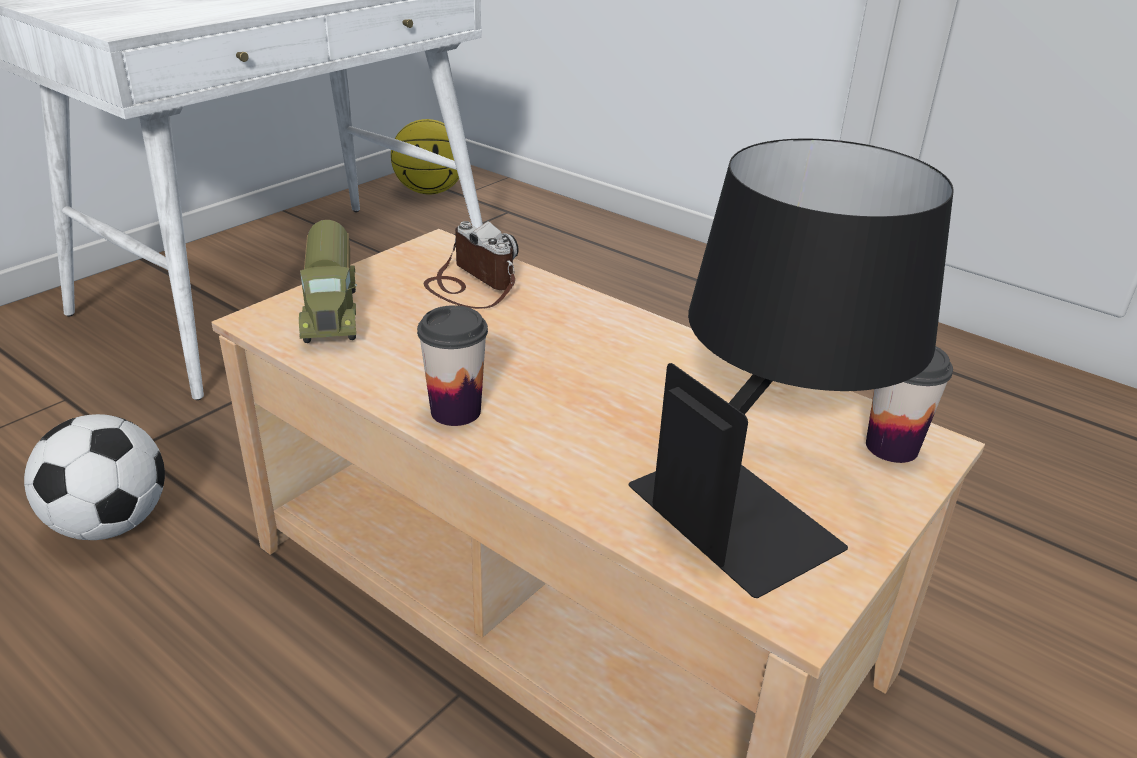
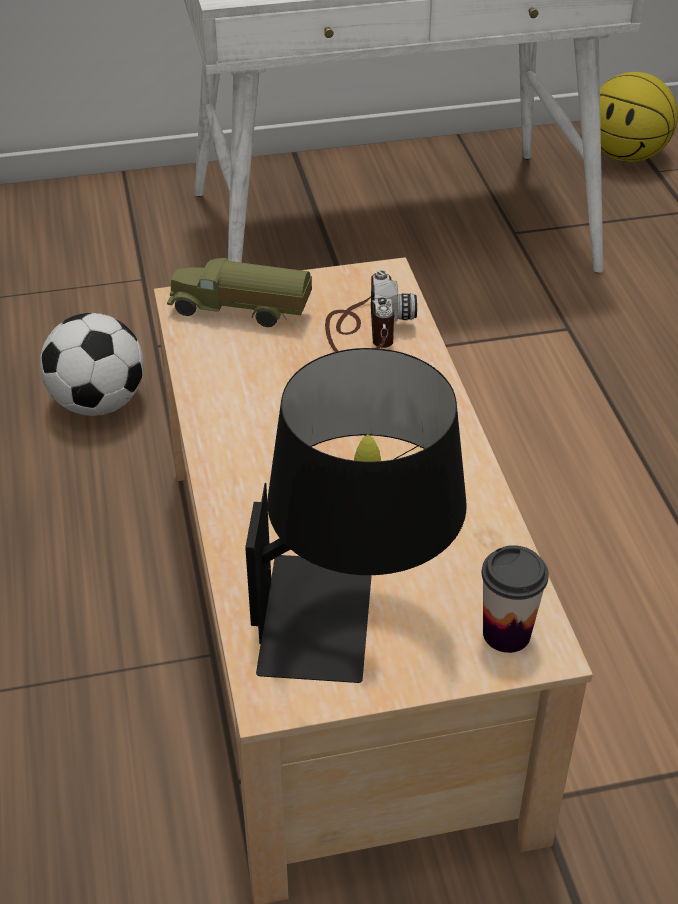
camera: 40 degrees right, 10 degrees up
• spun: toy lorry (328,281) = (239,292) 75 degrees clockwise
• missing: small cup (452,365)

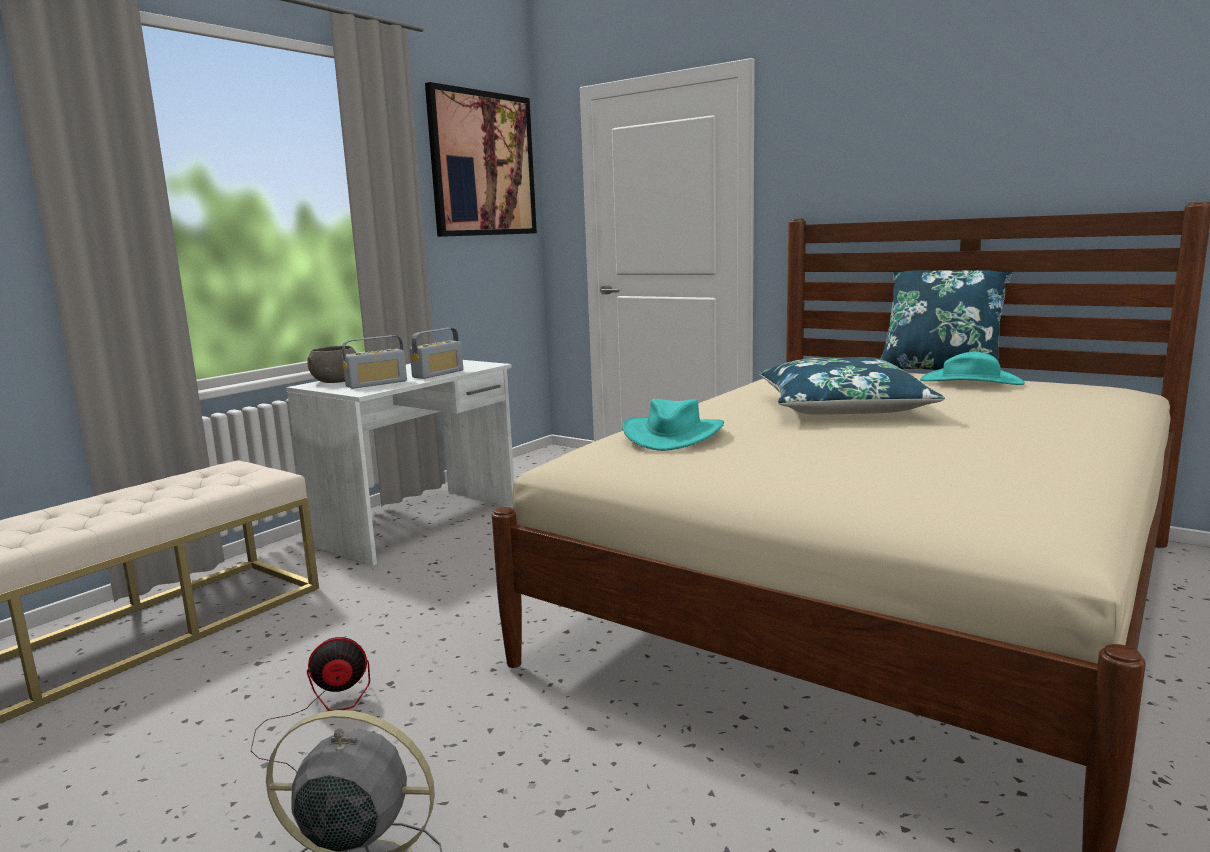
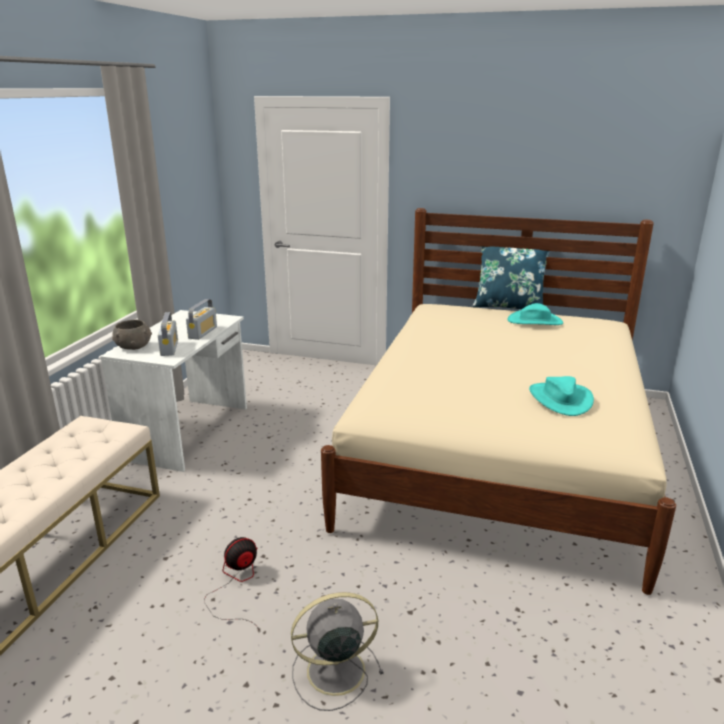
camera: 20 degrees left, 10 degrees up
• spun: radio (374,362) = (168,334) 45 degrees counterclockwise
• missing: picture (481,159)
• relocated: clothing hat (blue-green) (673,425) to (561,396)
• missing: throw pillow (bluish) (851,386)

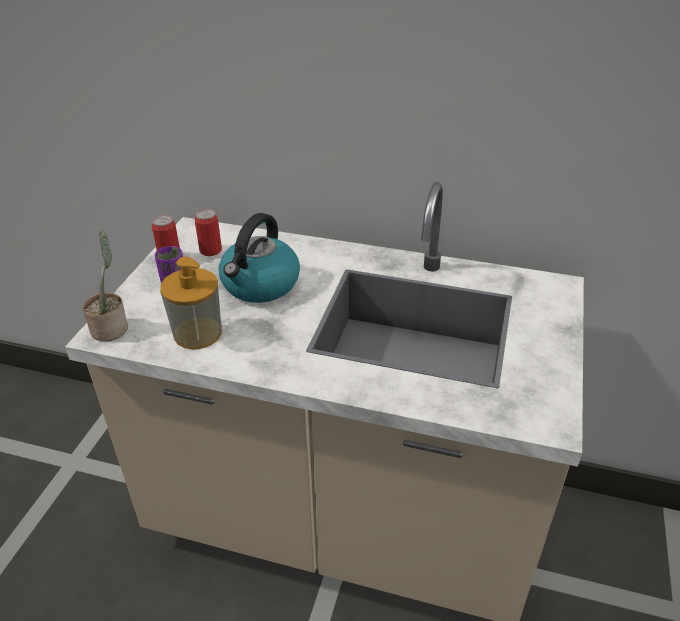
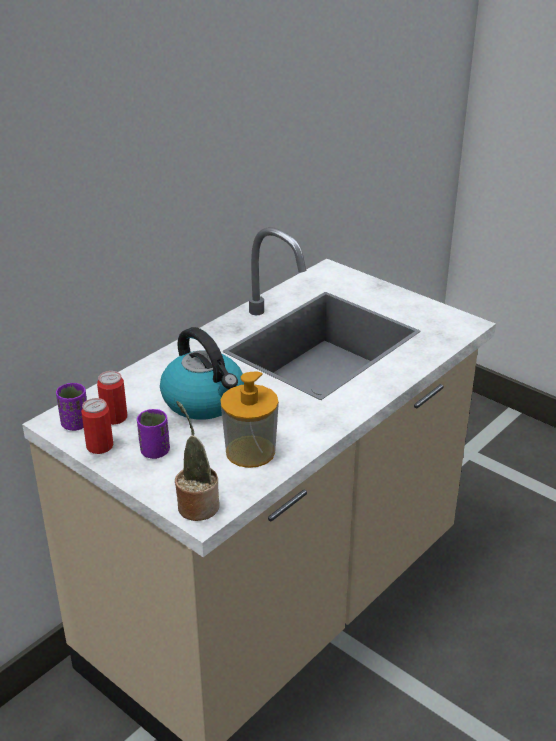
camera: 65 degrees left, 5 degrees down
• appeared: small cup (purple-coloured) (71,407)

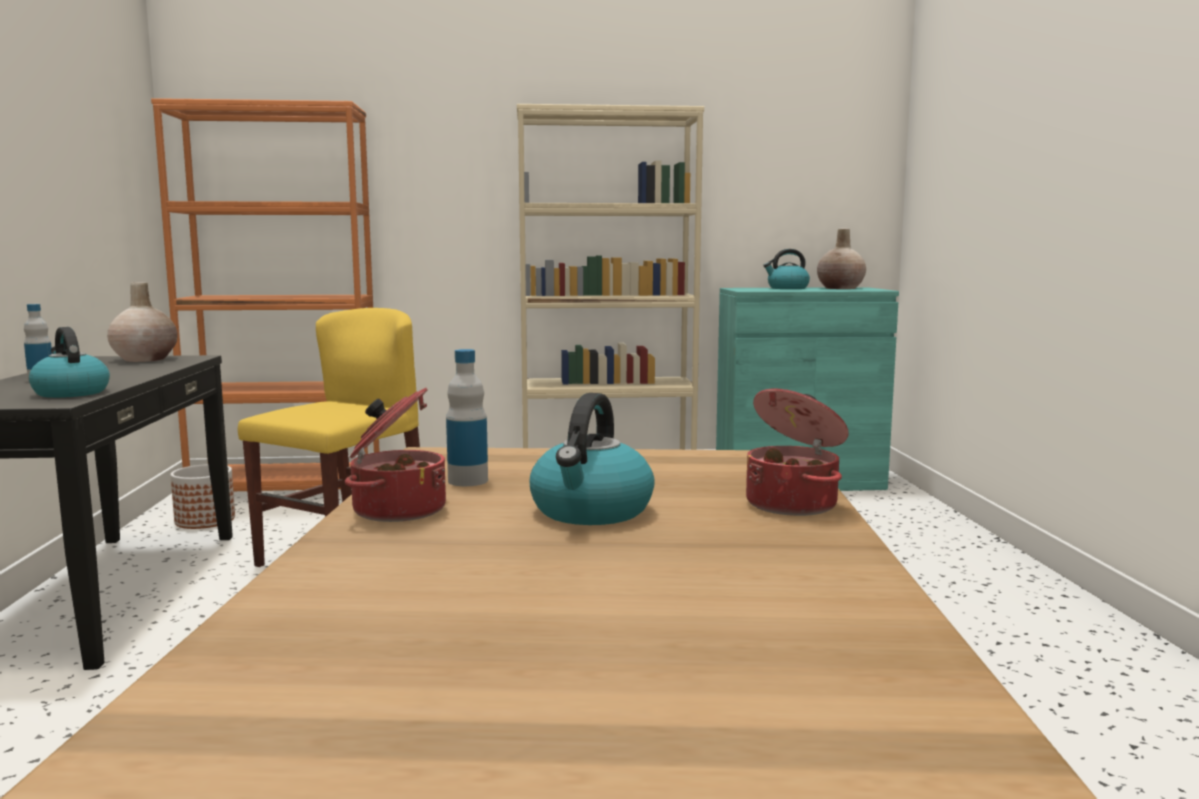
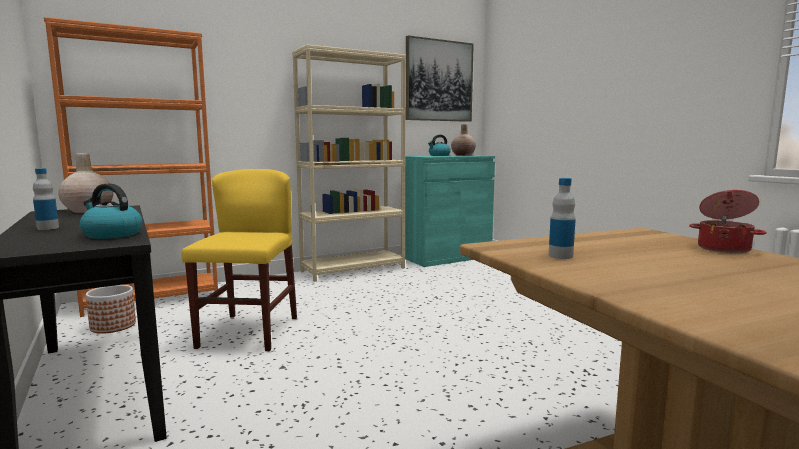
camera: 25 degrees left, 0 degrees up
• missing: stockpot (395,455)
• missing: water kettle (592,459)
• appeared: picture (440,78)

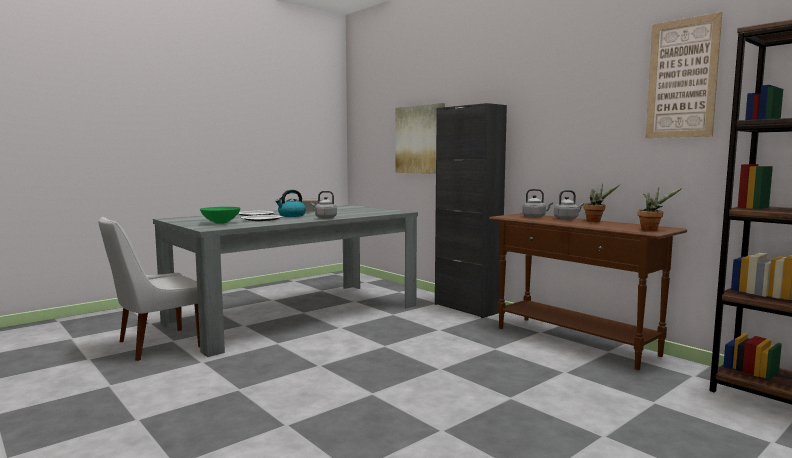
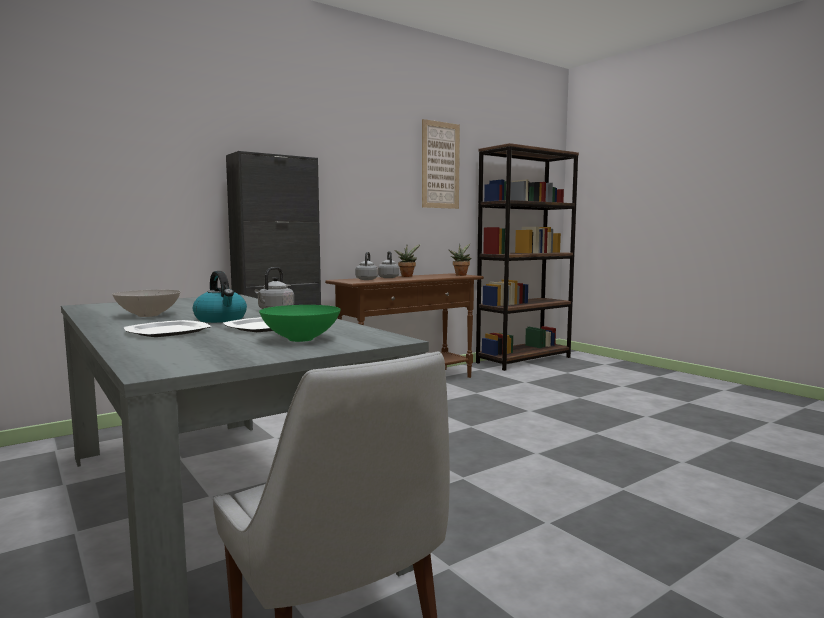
camera: 85 degrees left, 0 degrees up
• missing: picture (420,138)

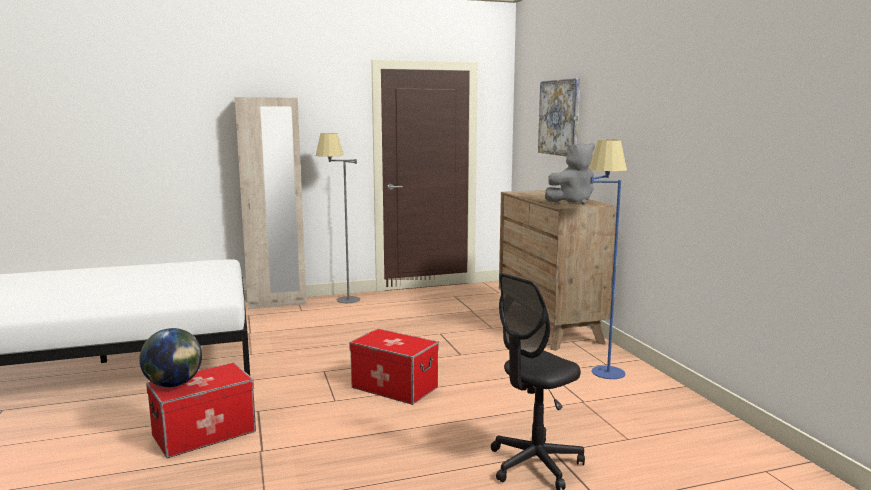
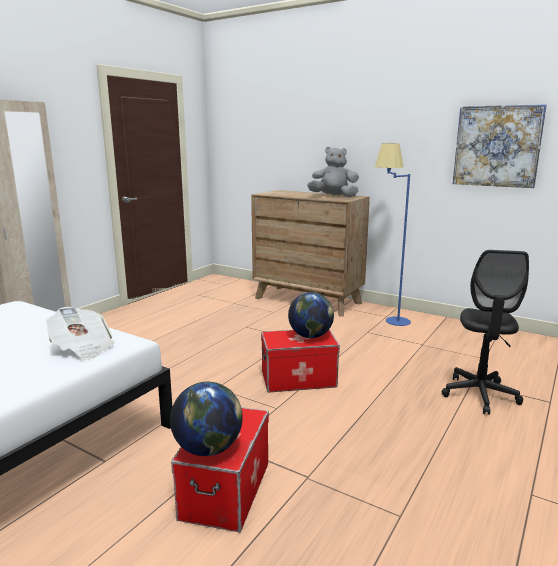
camera: 40 degrees left, 5 degrees up
• missing: floor lamp (grey) (338,218)
• relocated: picture (559,117) to (500,146)
• spun: cuddly toy (grey) (570,173) = (333,172) 105 degrees counterclockwise
• appeared: newspaper (80,333)
• appeared: world globe (311,315)

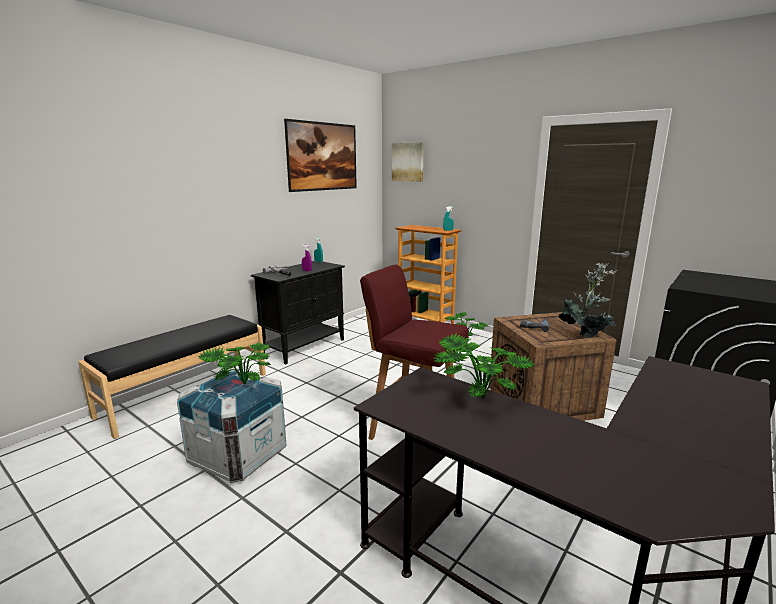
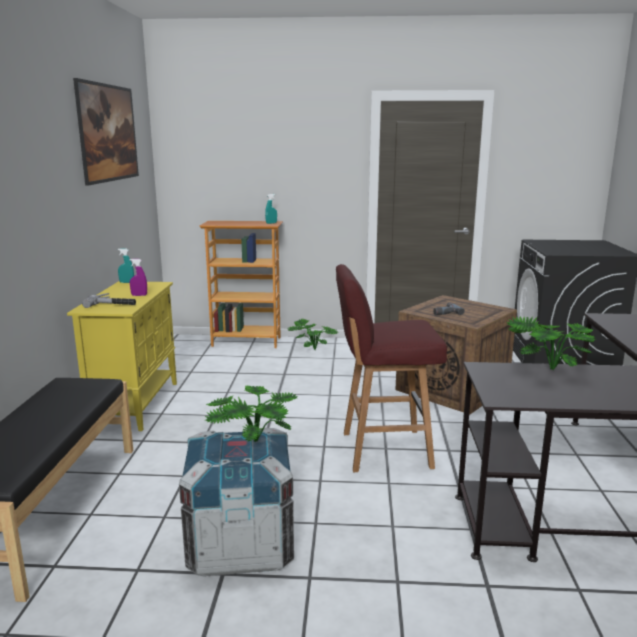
camera: 35 degrees left, 0 degrees up
• colour: storage cabinet (black-coloured) (298,312) to storage cabinet (yellowish) (122,356)
• missing: picture (408,162)
• missing: plant in a pot (588,300)

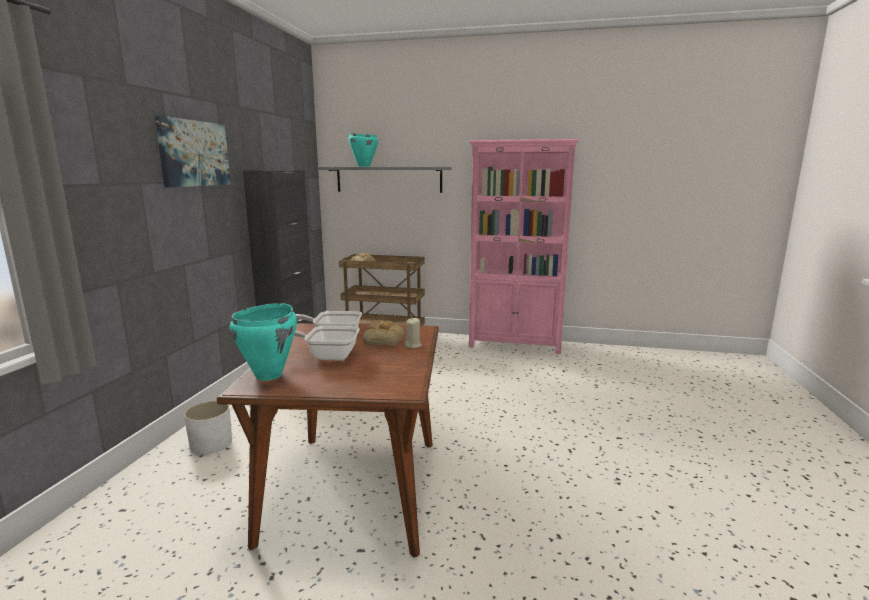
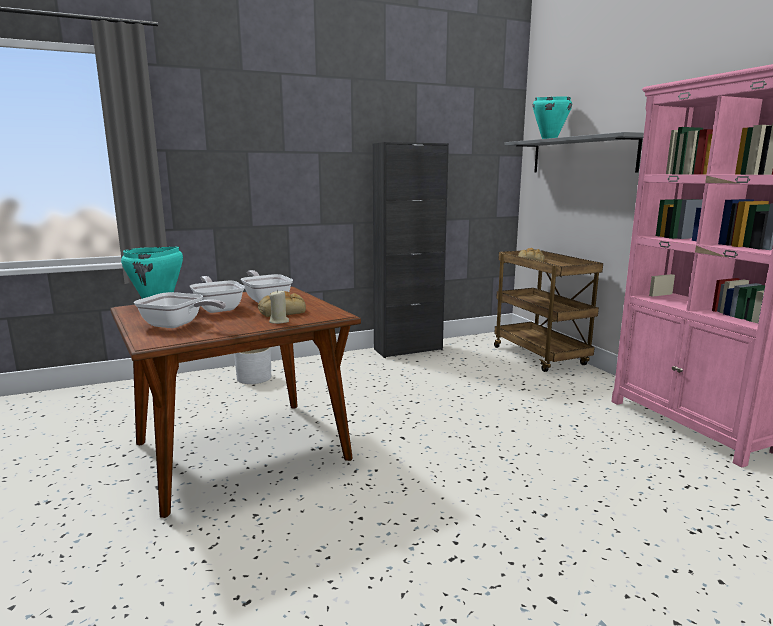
camera: 55 degrees right, 0 degrees up
• missing: picture (193,152)
• appeared: pan (180,310)

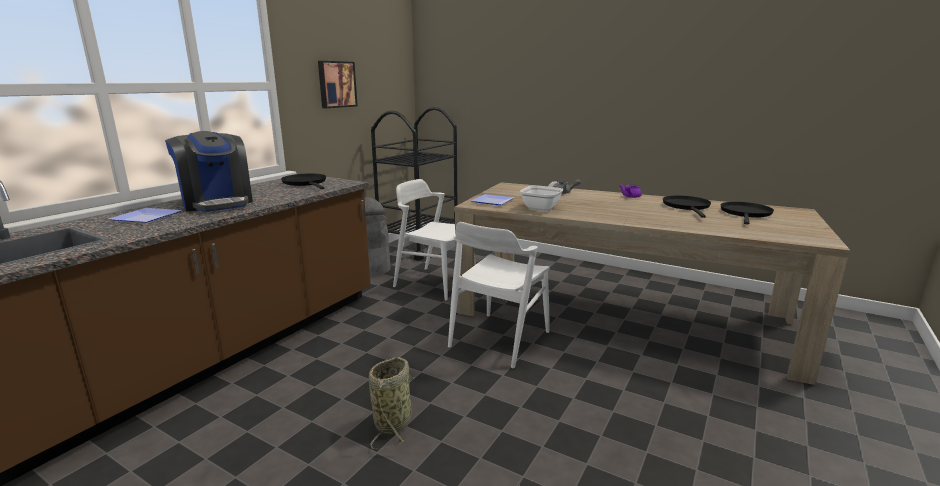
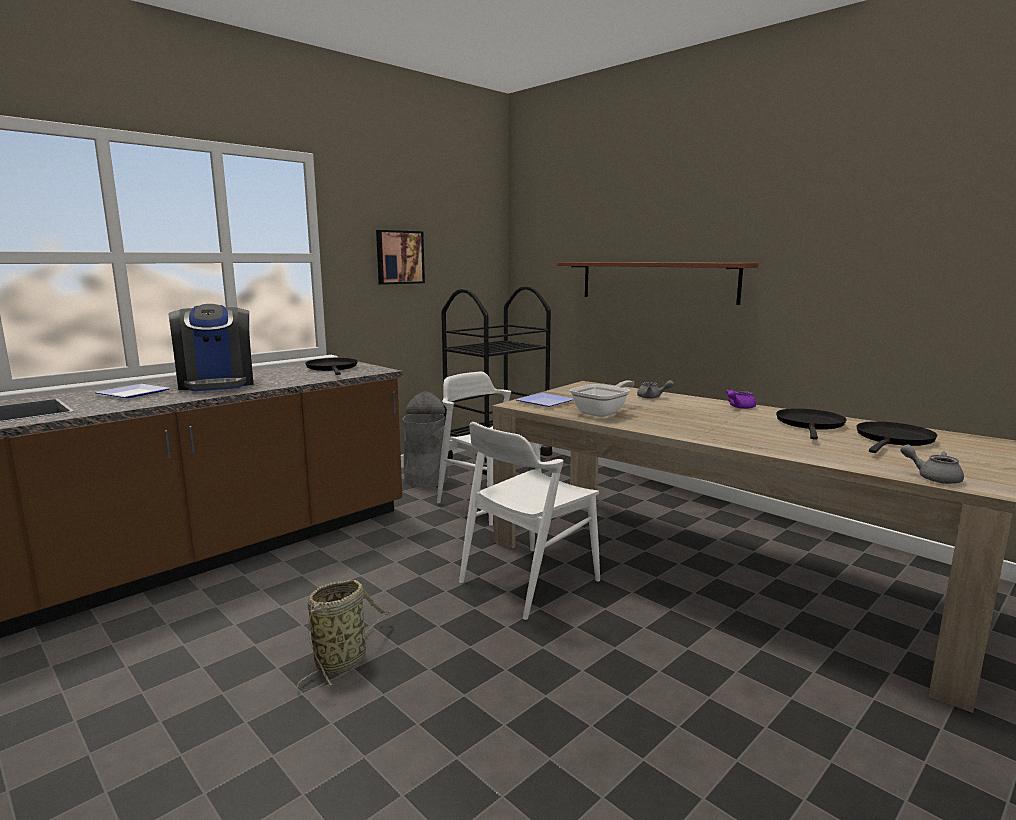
camera: 15 degrees right, 5 degrees down
• appeared: wall shelf (brown) (658,283)
• appeared: pot for tea (grey) (932,464)

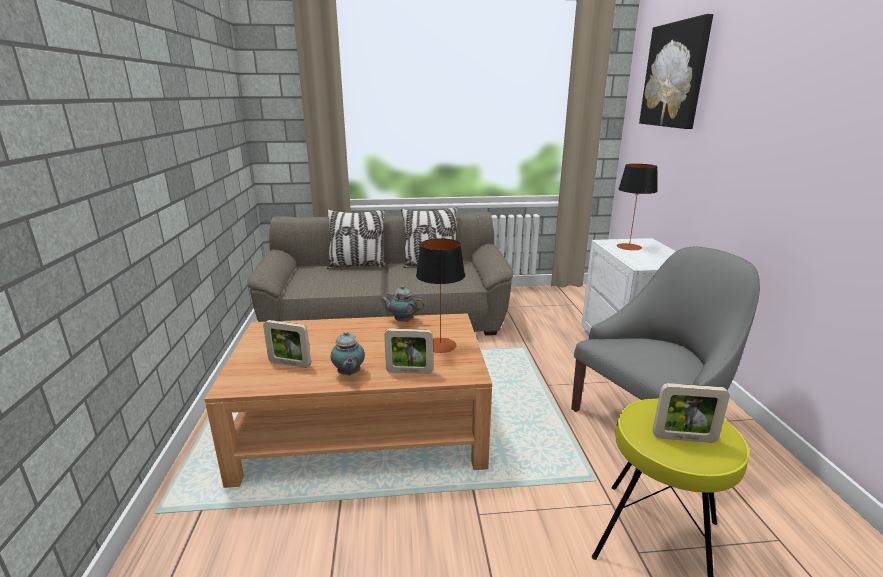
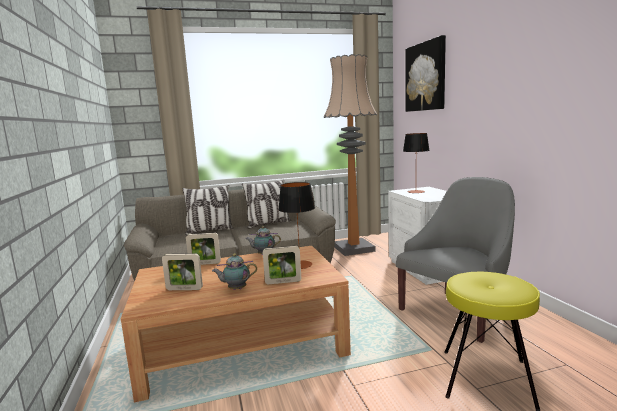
camera: 10 degrees left, 10 degrees down
• spun: pot for tea (348,353) = (234,271) 105 degrees clockwise
• relocated: standing frame (691,413) to (203,249)
• appeared: floor lamp (350,155)

